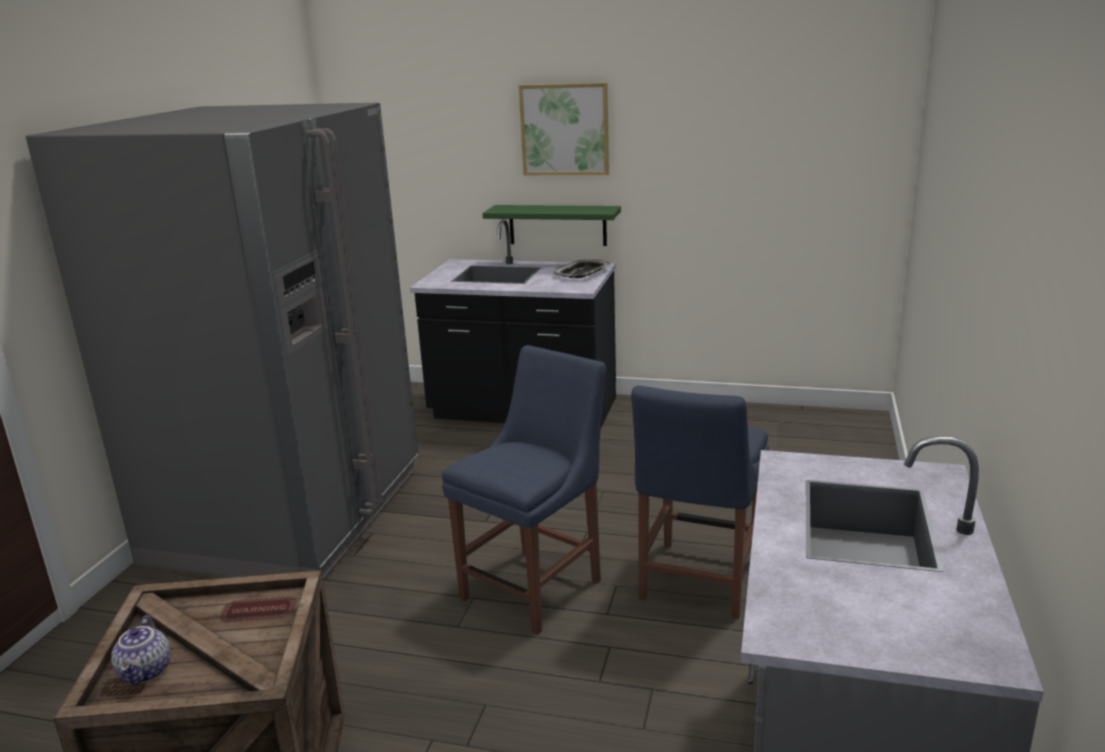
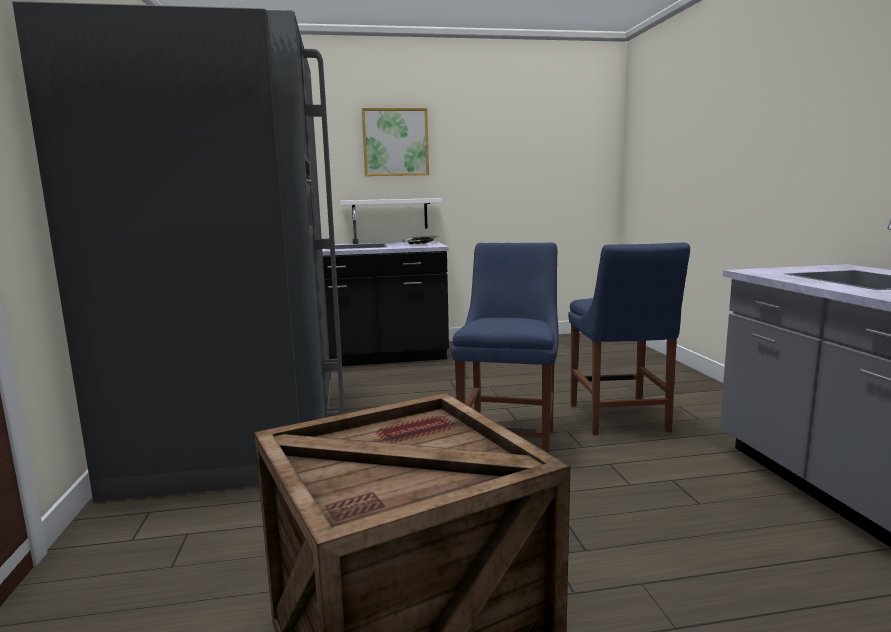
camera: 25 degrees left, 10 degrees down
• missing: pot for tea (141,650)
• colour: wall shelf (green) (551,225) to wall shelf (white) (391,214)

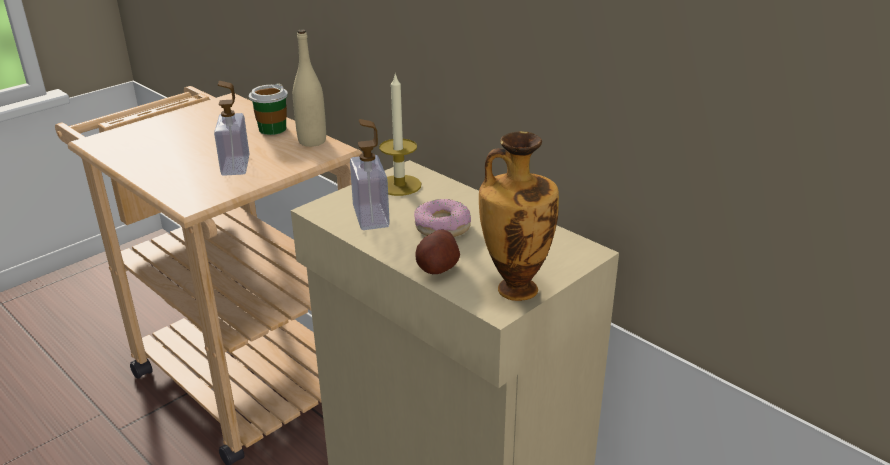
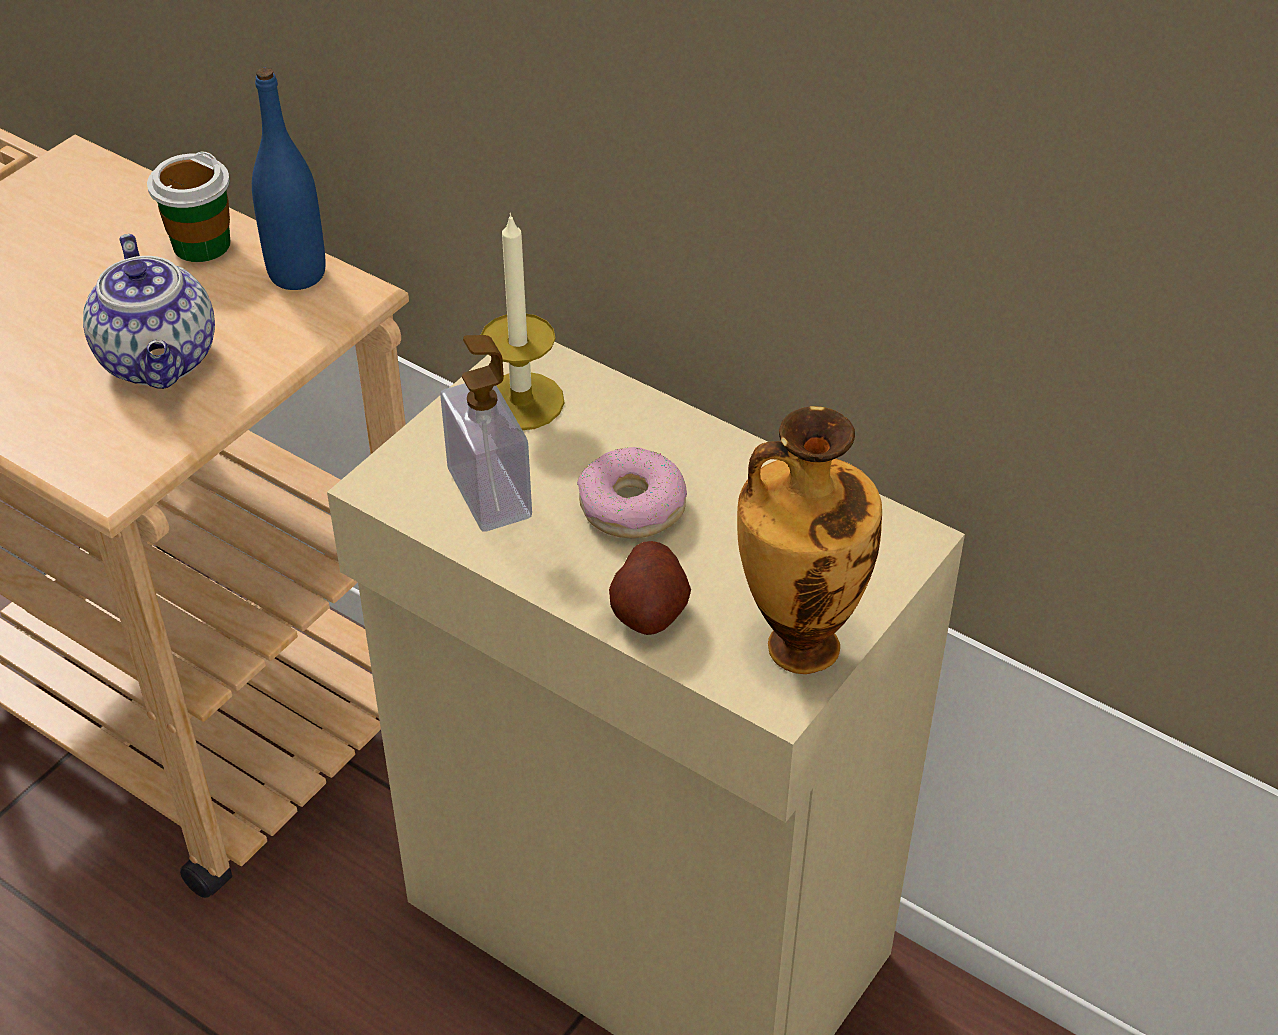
camera: 10 degrees left, 15 degrees up
• exchanged: soap dispenser (232,128) to pot for tea (149,311)
• colour: beverage bottle (beige) (309,88) to beverage bottle (bluish) (289,178)

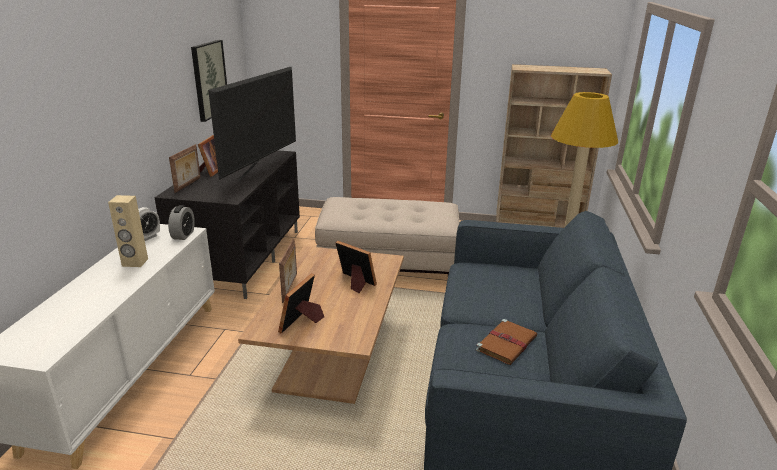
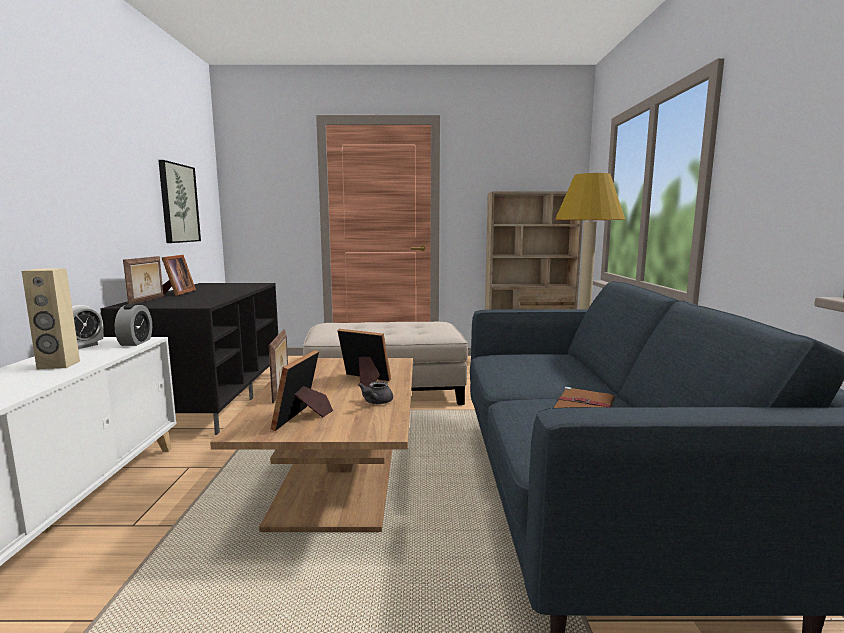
camera: 10 degrees left, 15 degrees down
• missing: TV (252,123)
• appeared: pot for tea (grey) (375,392)

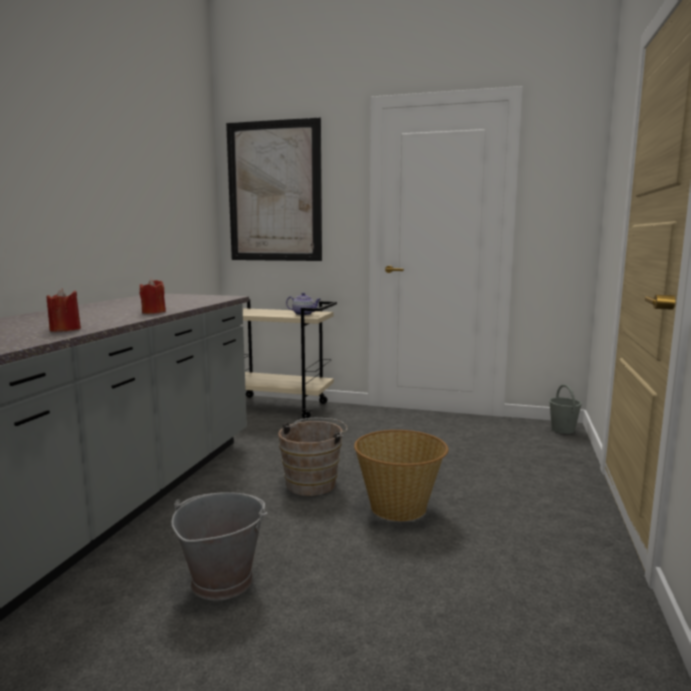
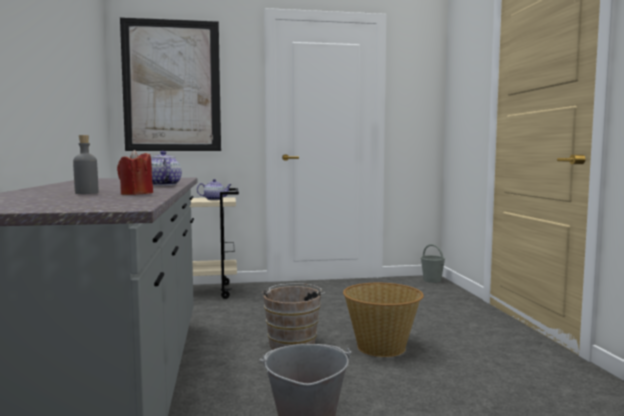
camera: 25 degrees left, 5 degrees down
• exchanged: wax candle (reddish) (152,296) to pot for tea (166,168)
• appeared: beverage bottle (grey) (86,164)

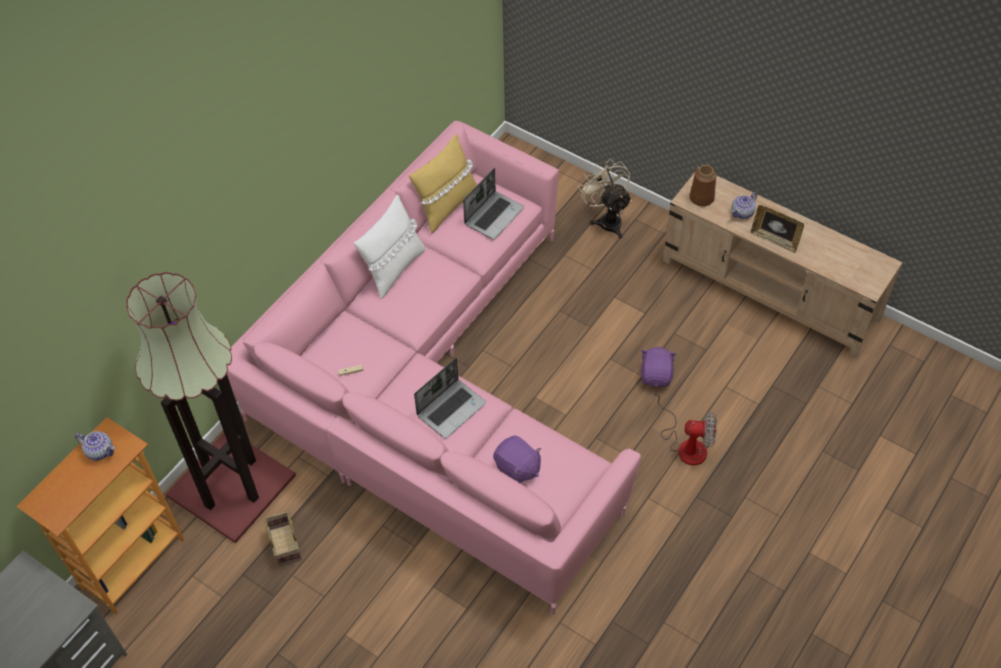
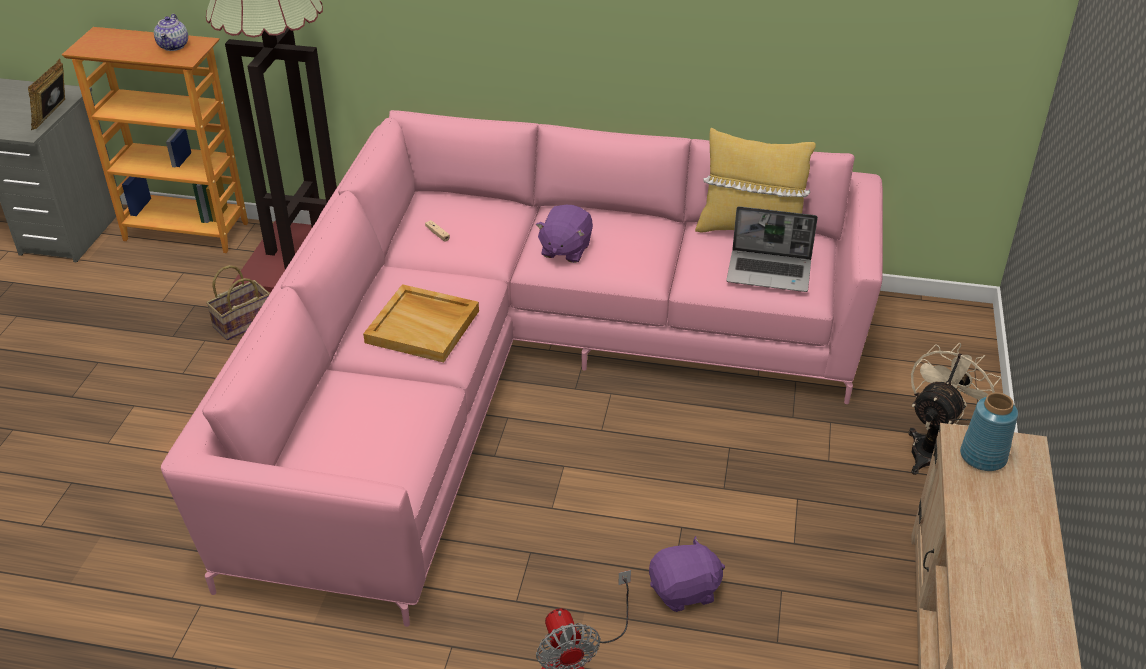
camera: 65 degrees right, 15 degrees down
• missing: throw pillow (white) (389,247)
• exchanged: laptop (450,398) to tray (beige) (421,323)
• relocated: cuddly toy (purple-coloured) (517,460) to (564,234)
• colour: vase (brown) (703,185) to vase (bluish) (989,431)
• missing: pot for tea (744,205)
• relocated: standing frame (777,229) to (46,94)

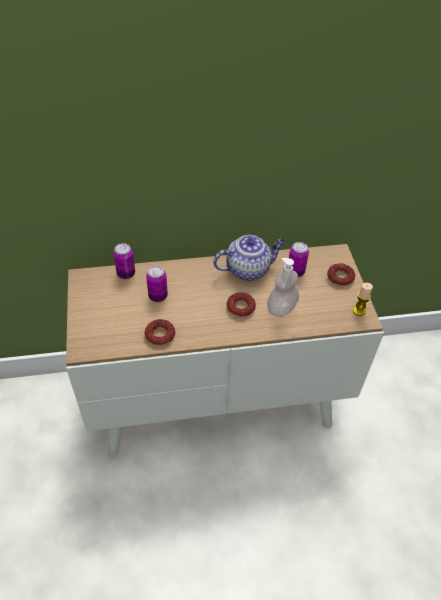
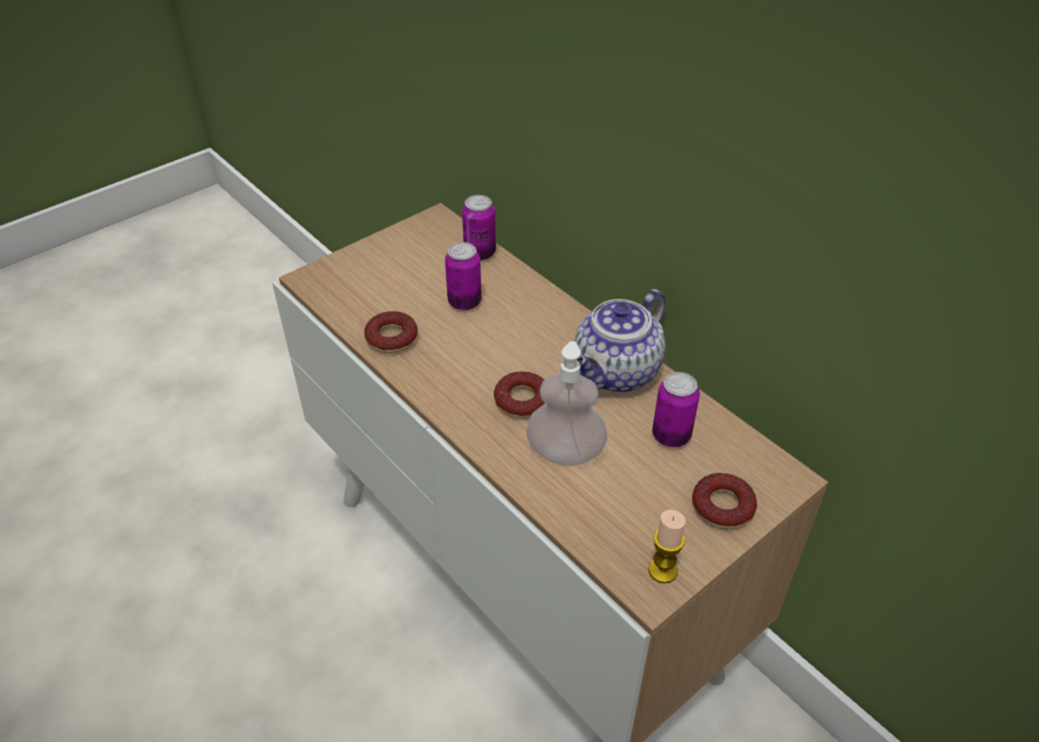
camera: 60 degrees right, 5 degrees down
• spun: pot for tea (249,258) = (620,341) 90 degrees clockwise

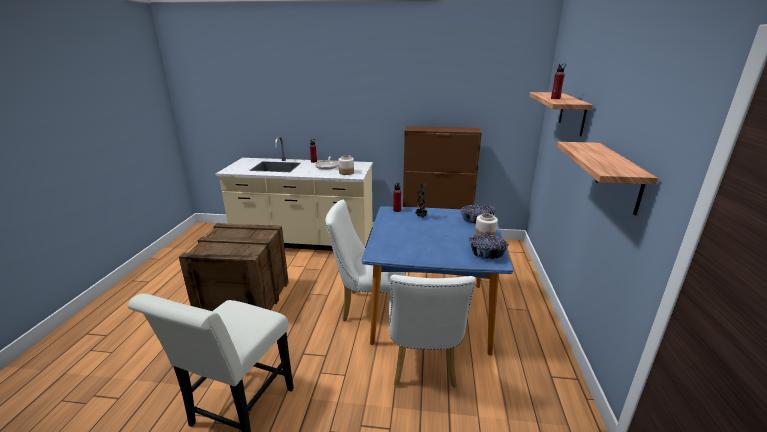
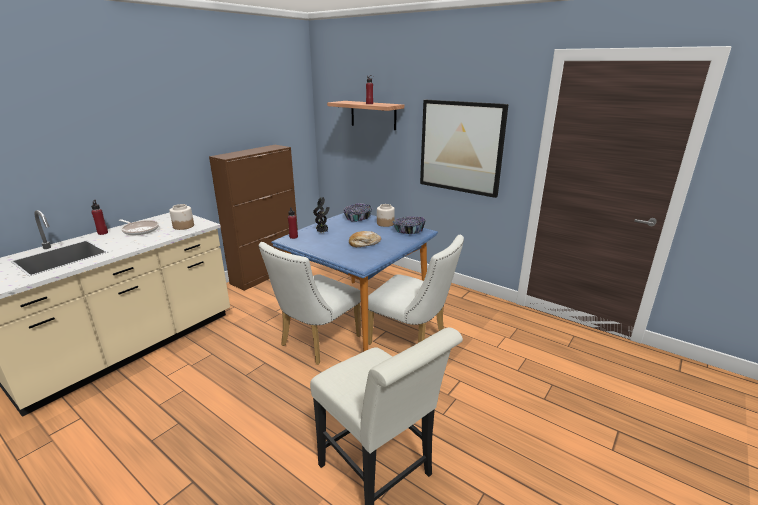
camera: 60 degrees left, 0 degrees up
• missing: crate (234,267)
• exchanged: wall shelf (607,178) to picture (464,149)
• appeared: baked bread (365,239)

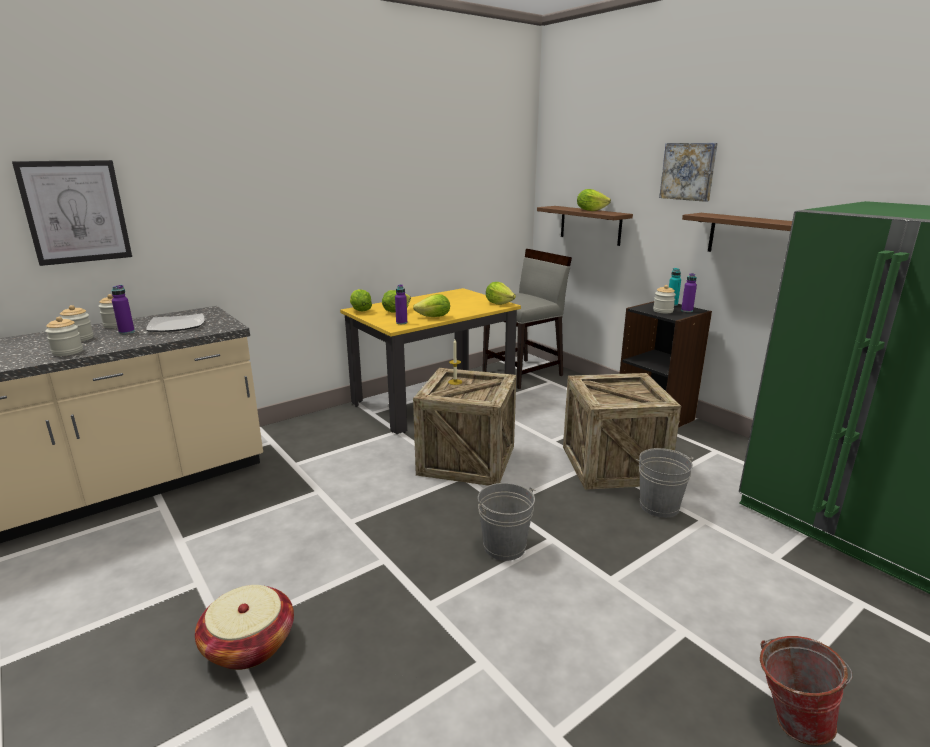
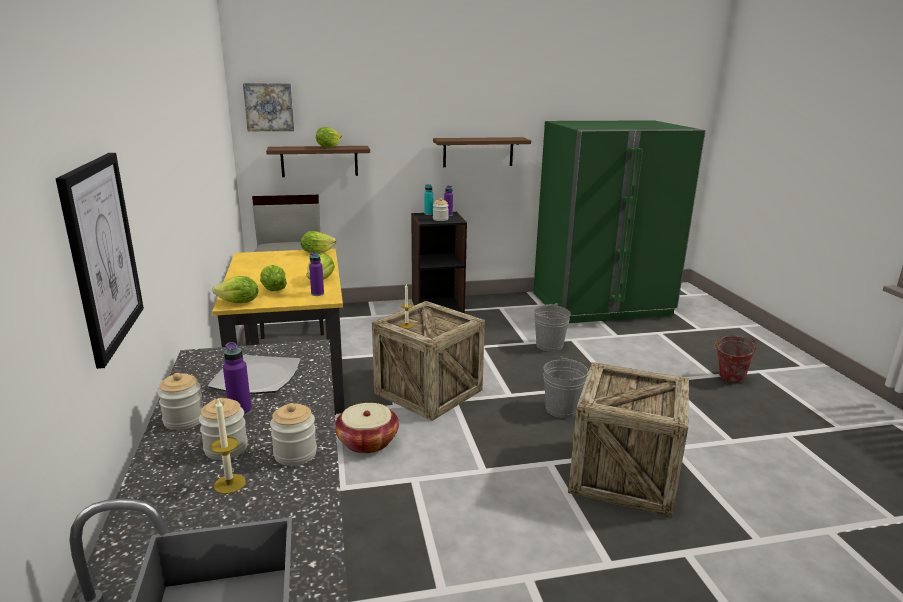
camera: 65 degrees left, 0 degrees up
• relocated: storage basket (244,627) to (367,428)
• relocated: crate (622,431) to (628,439)
• relocated: picture (688,172) to (268,107)
• appeared: wax candle (228,446)

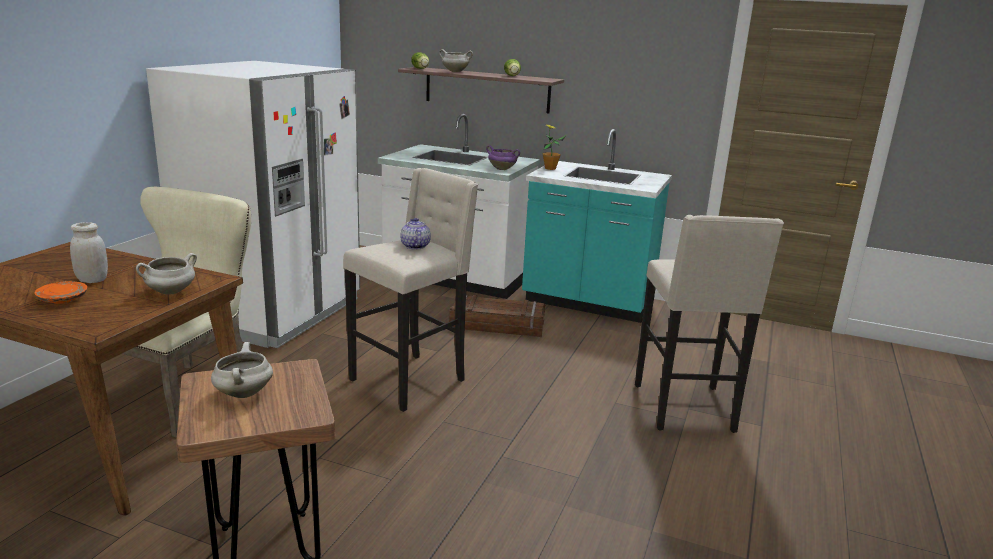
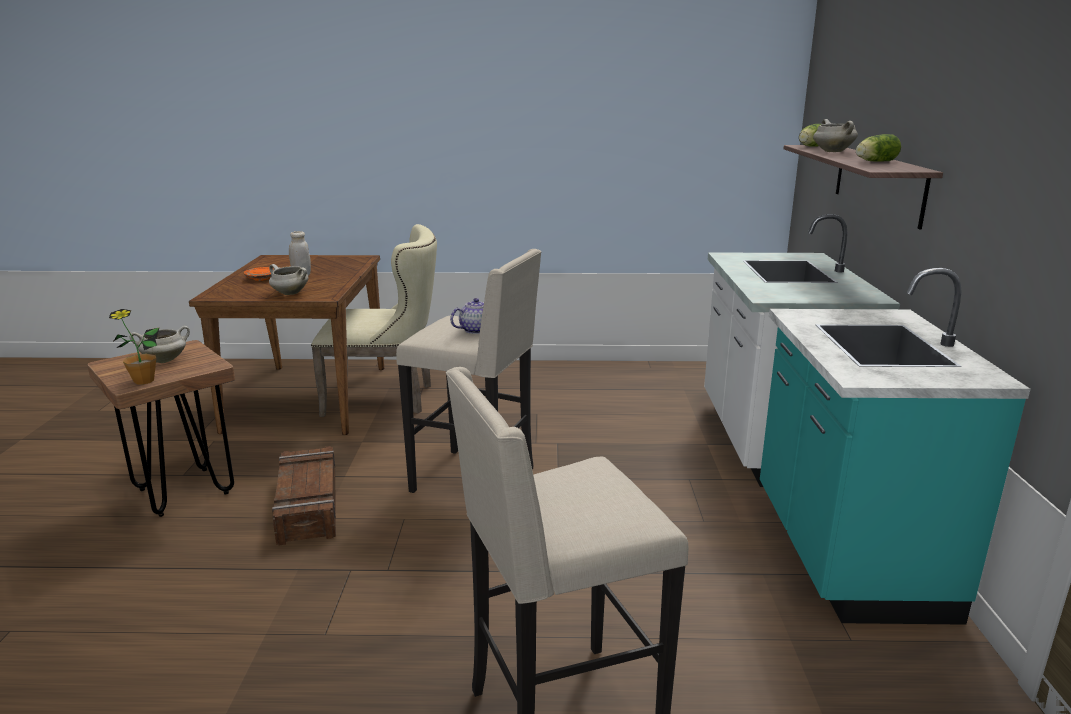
camera: 70 degrees right, 0 degrees up
• missing: fridge (white) (253,204)
• relocated: crate (497,316) to (304,495)
• missing: stockpot (purple-coloured) (503,157)
• relocated: plant in a pot (554,147) to (134,347)

